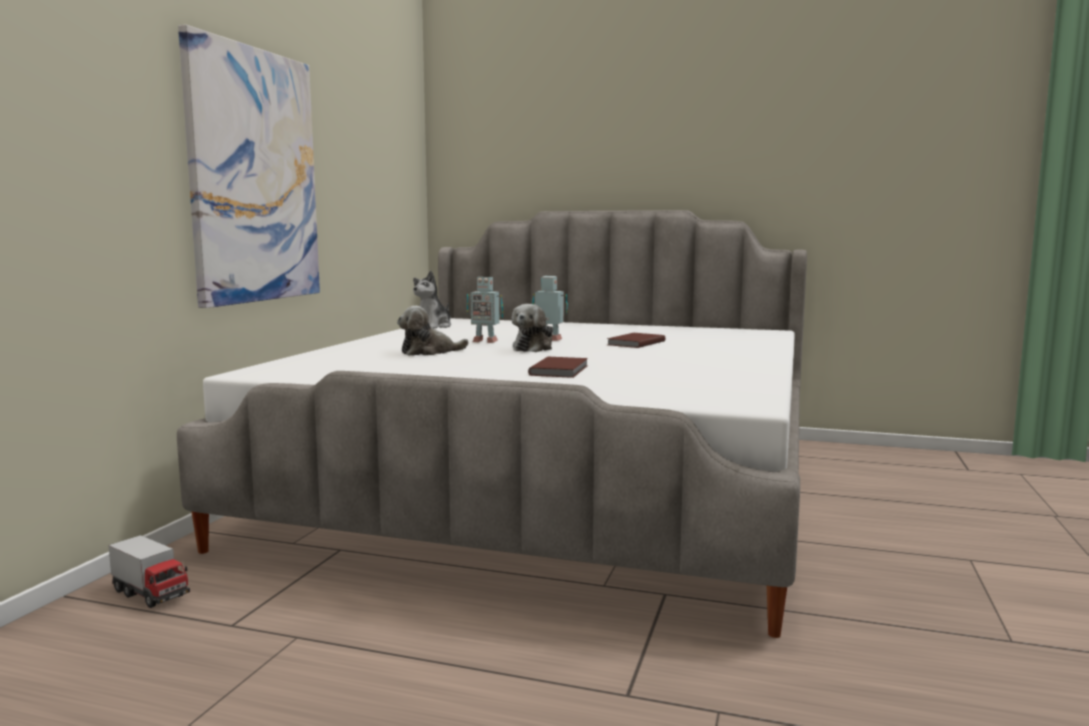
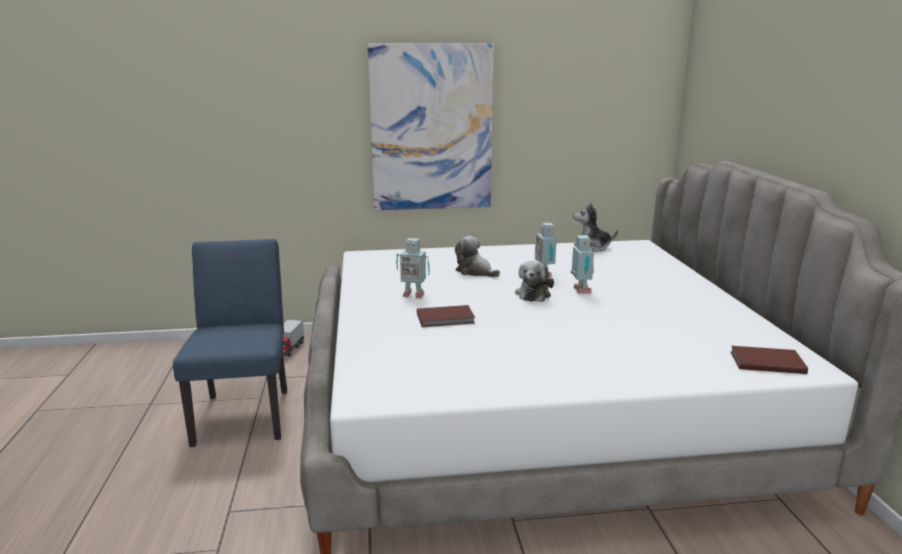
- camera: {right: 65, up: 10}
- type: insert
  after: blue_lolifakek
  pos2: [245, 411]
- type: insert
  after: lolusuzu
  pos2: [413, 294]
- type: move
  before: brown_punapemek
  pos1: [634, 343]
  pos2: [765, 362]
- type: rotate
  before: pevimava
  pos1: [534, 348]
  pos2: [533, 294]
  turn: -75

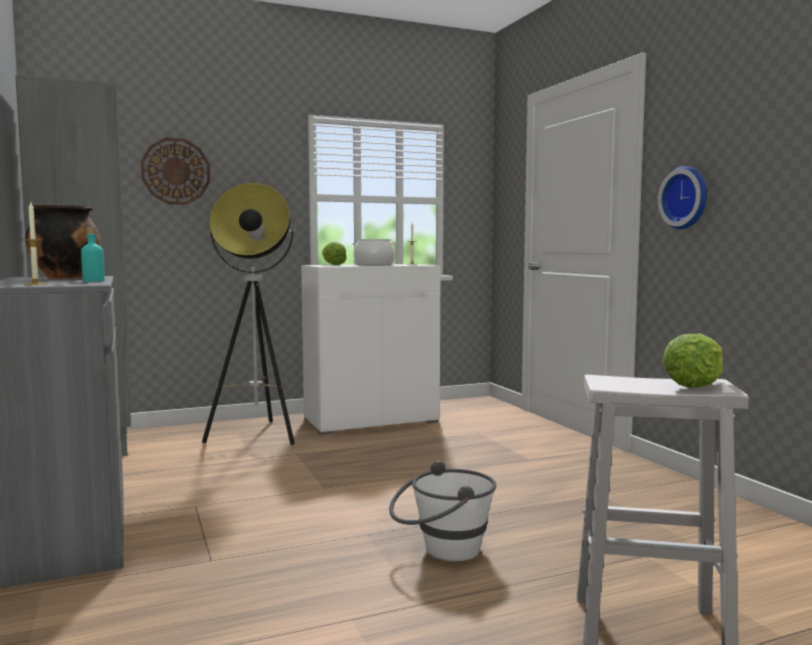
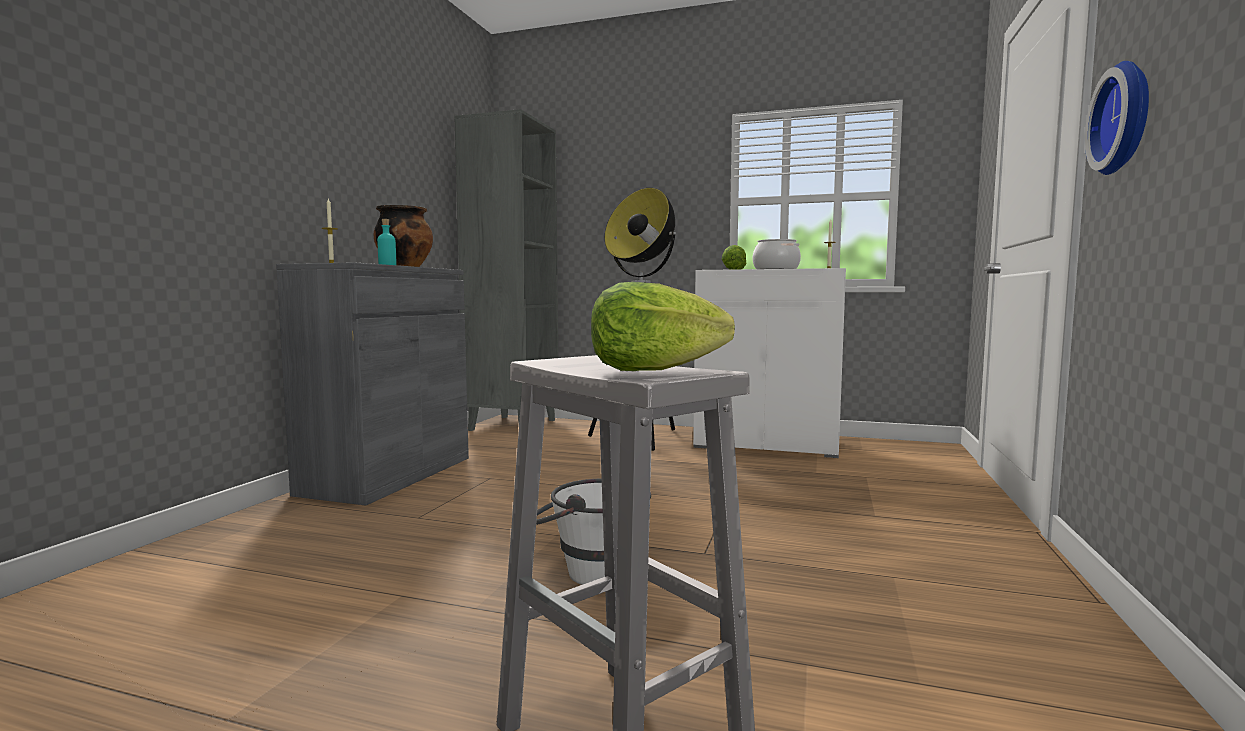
- camera: {right: 40, up: 0}
- type: delete
  before: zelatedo
  pos1: [176, 171]

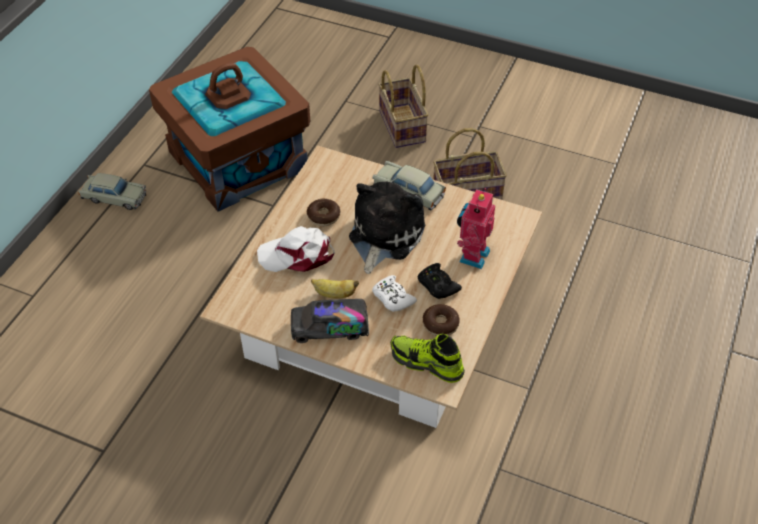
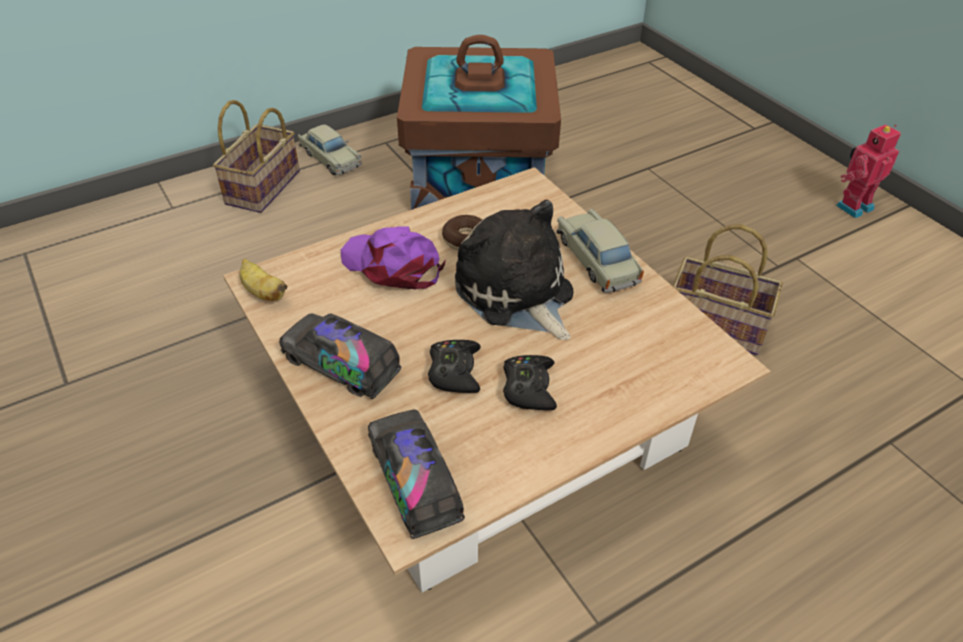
- camera: {right: 35, up: -5}
- type: delete
  before: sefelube
  pos1: [440, 324]
- type: move
  before: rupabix
  pos1: [334, 294]
  pos2: [263, 292]
- type: move
  before: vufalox
  pos1: [404, 127]
  pos2: [263, 189]
- type: move
  before: lolusuzu
  pos1: [472, 255]
  pos2: [852, 206]
- type: replace
  before: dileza
  after: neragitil
  pos1: [426, 363]
  pos2: [415, 481]
- type: recolor
  before: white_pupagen
  after: purple_pupagen
  pos1: [297, 255]
  pos2: [393, 265]
- type: recolor
  before: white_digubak
  after: black_digubak
  pos1: [392, 298]
  pos2: [455, 372]
- type: rotate
  before: pevimava
  pos1: [383, 235]
  pos2: [516, 294]
  turn: -90

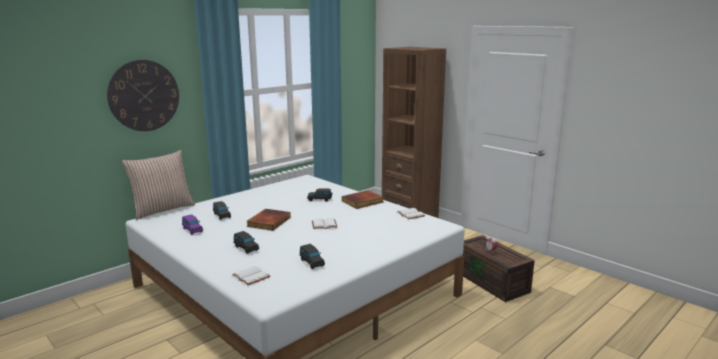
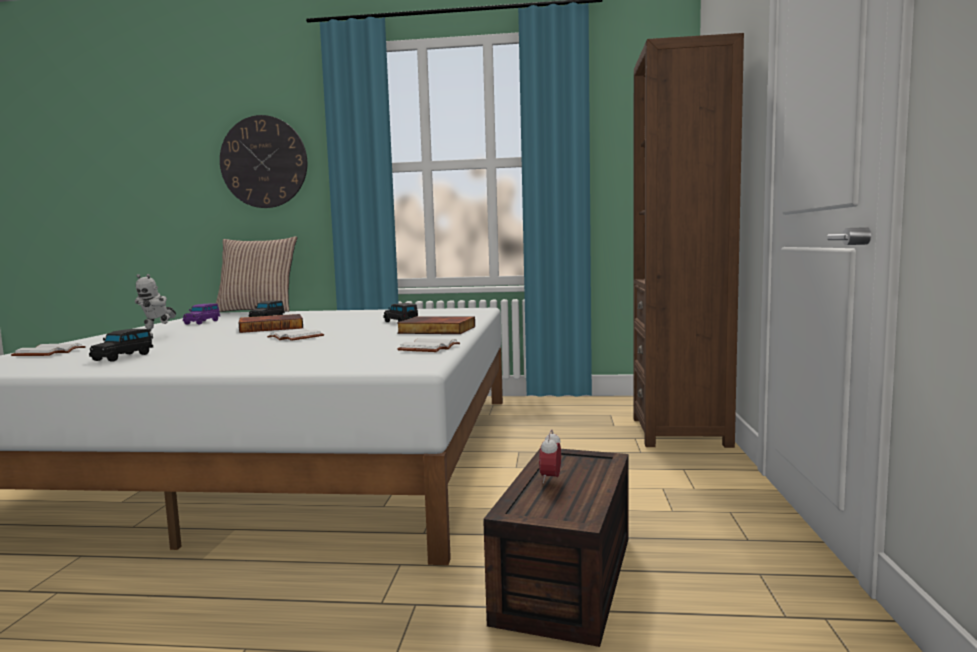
- camera: {right: 50, up: -10}
- type: replace
  before: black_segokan
  after: lolusuzu
  pos1: [246, 248]
  pos2: [158, 337]

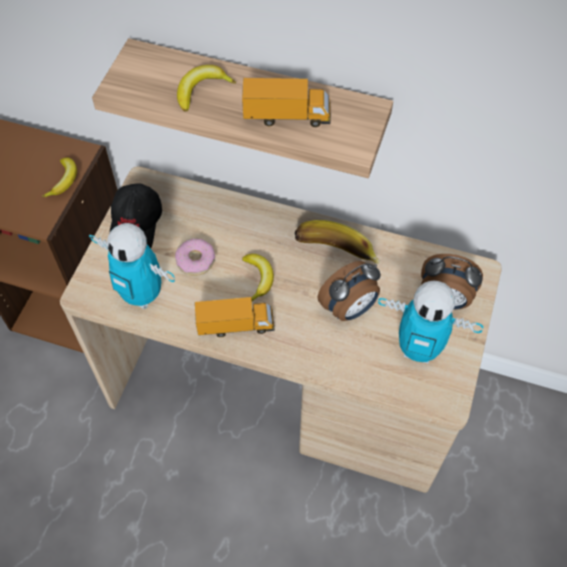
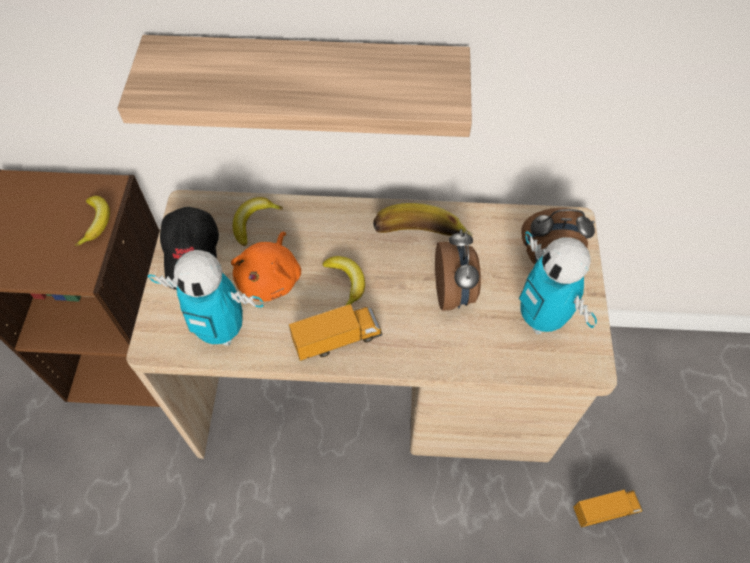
- camera: {right: -15, up: 0}
- type: move
  before: rupabix
  pos1: [201, 90]
  pos2: [253, 222]
- type: move
  before: neragitil
  pos1: [287, 117]
  pos2: [605, 511]
- type: replace
  before: sefelube
  after: orange_pevimava
  pos1: [195, 260]
  pos2: [271, 278]
- type: rotate
  before: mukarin
  pos1: [349, 309]
  pos2: [454, 292]
  turn: -45
- type: rotate
  before: lolusuzu
  pos1: [418, 349]
  pos2: [541, 318]
  turn: 60

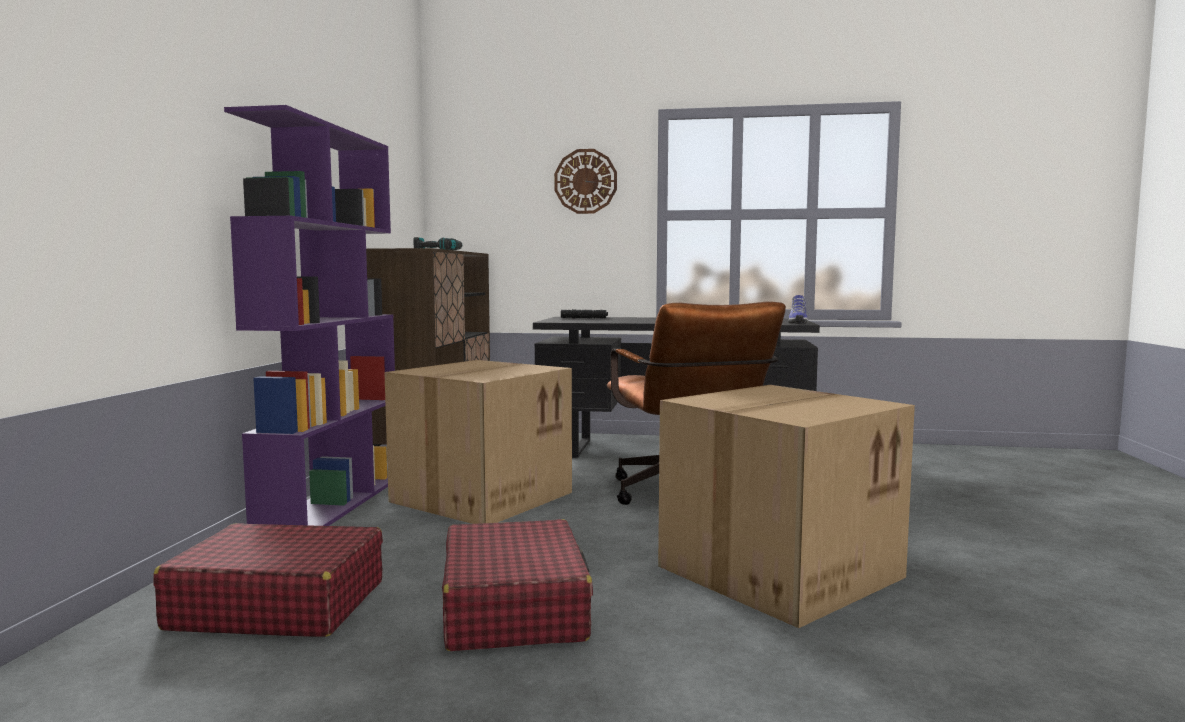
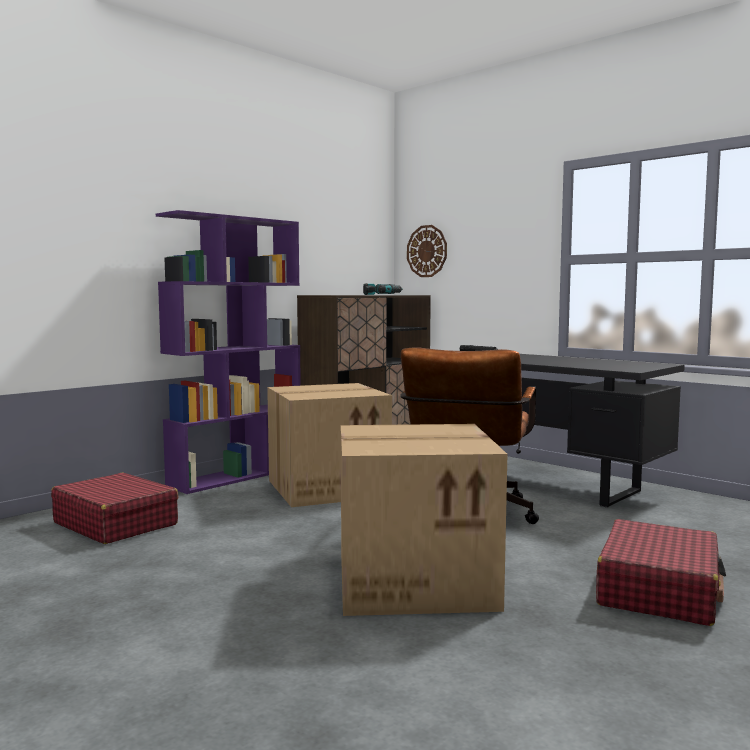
- camera: {right: 35, up: 0}
- type: delete
  before: dileza
  pos1: [797, 323]
- type: move
  before: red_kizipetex
  pos1: [514, 608]
  pos2: [659, 590]
- type: move
  before: zelatedo
  pos1: [585, 181]
  pos2: [427, 251]

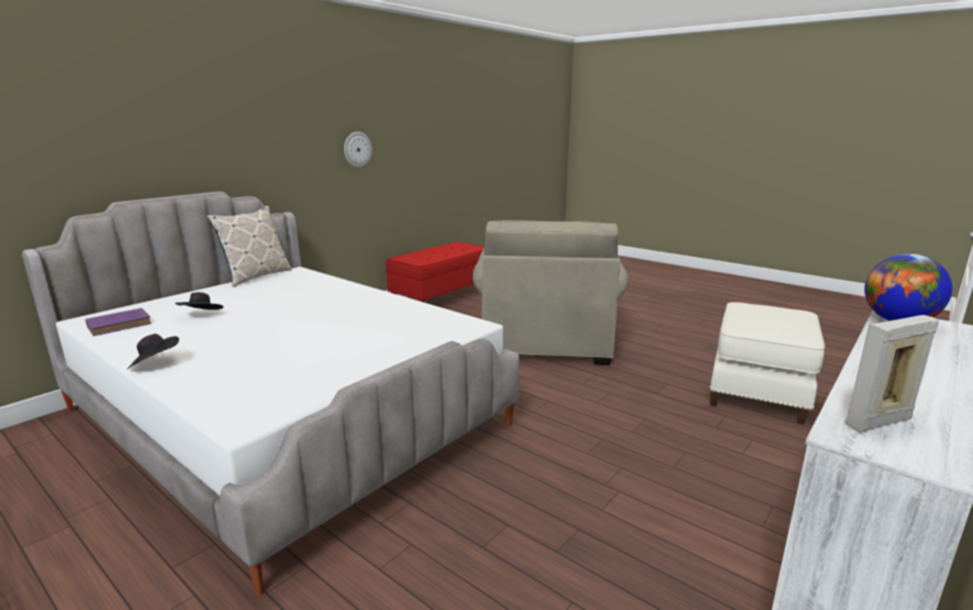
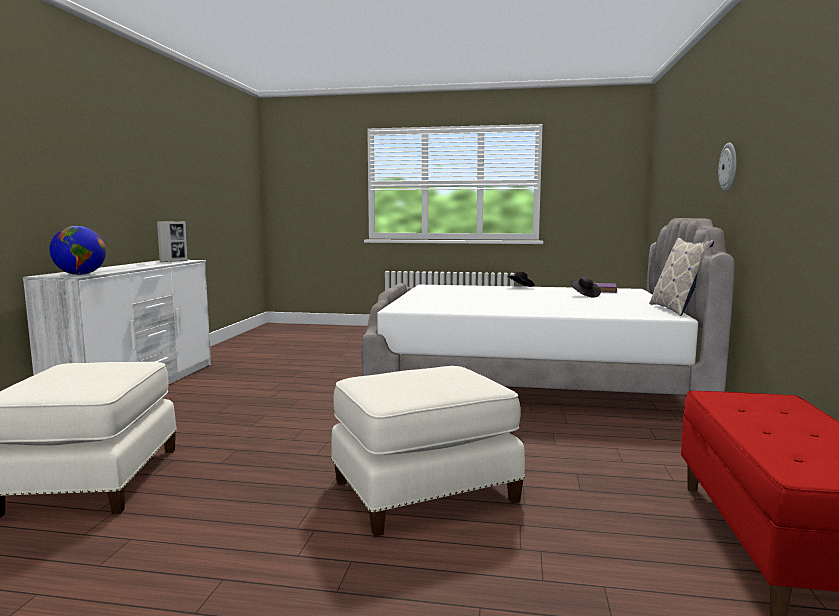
- camera: {right: 150, up: -10}
- type: move
  before: zelatedo
  pos1: [357, 149]
  pos2: [729, 167]
- type: replace
  before: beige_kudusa
  after: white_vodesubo
  pos1: [545, 340]
  pos2: [423, 490]

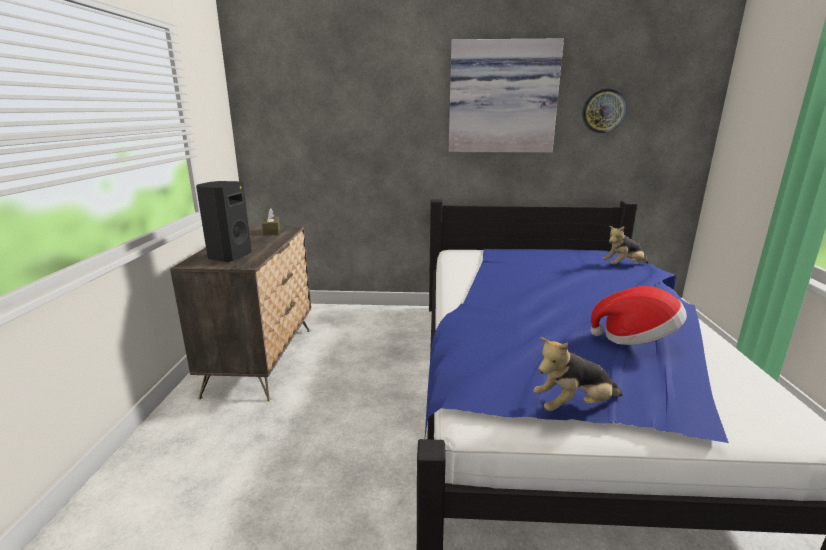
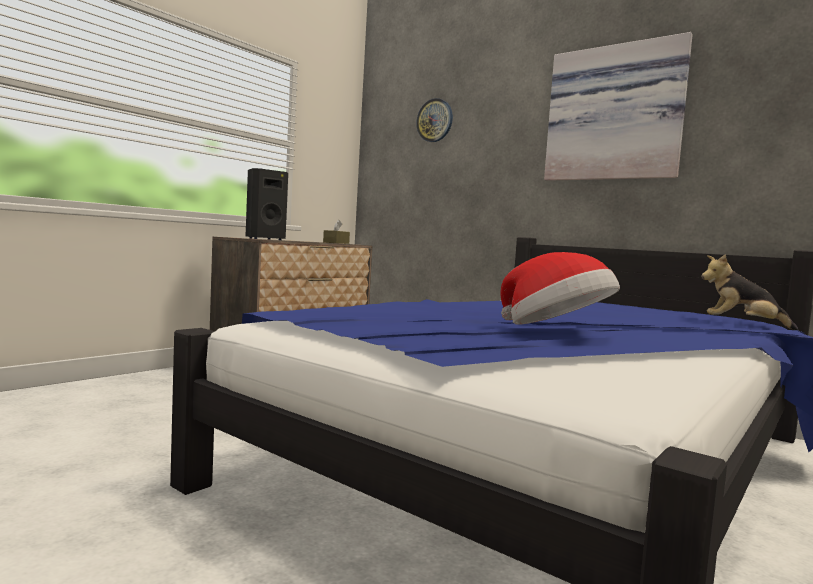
- camera: {right: 35, up: -15}
- type: delete
  before: pevimava
  pos1: [574, 406]
- type: move
  before: zelatedo
  pos1: [603, 111]
  pos2: [435, 120]

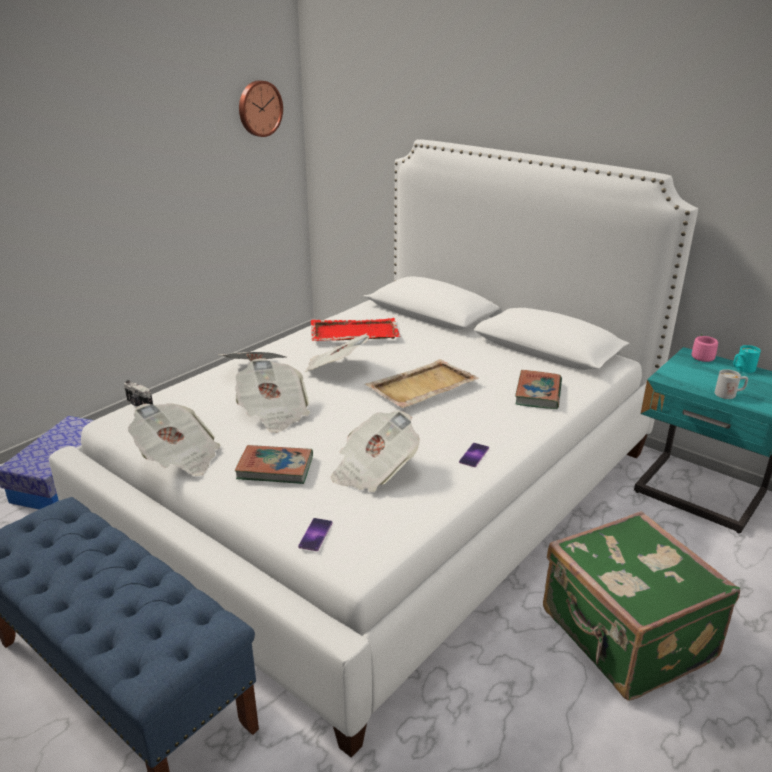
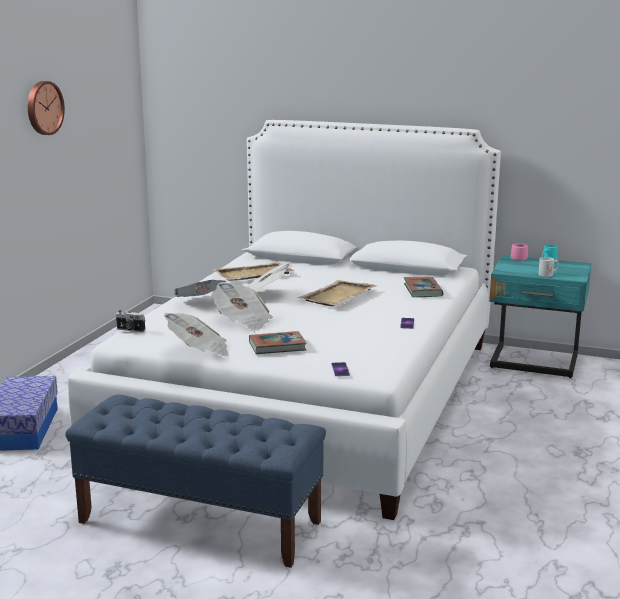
- camera: {right: -20, up: -10}
- type: delete
  before: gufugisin
  pos1: [373, 470]
- type: delete
  before: green_kizipetex
  pos1: [625, 637]
- type: move
  before: zelatedo
  pos1: [259, 108]
  pos2: [43, 108]
- type: recolor
  before: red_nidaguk
  after: beige_nidaguk
  pos1: [353, 333]
  pos2: [252, 274]

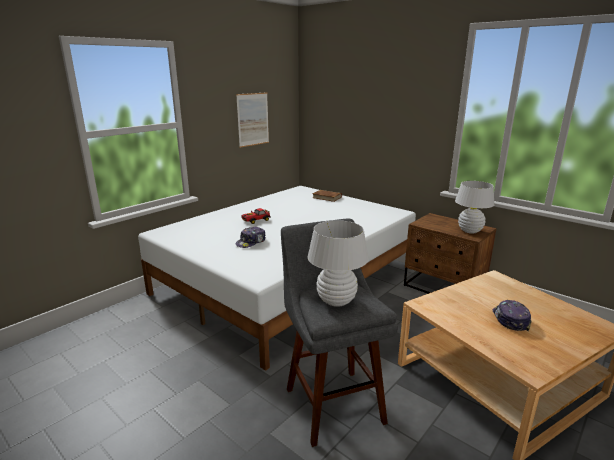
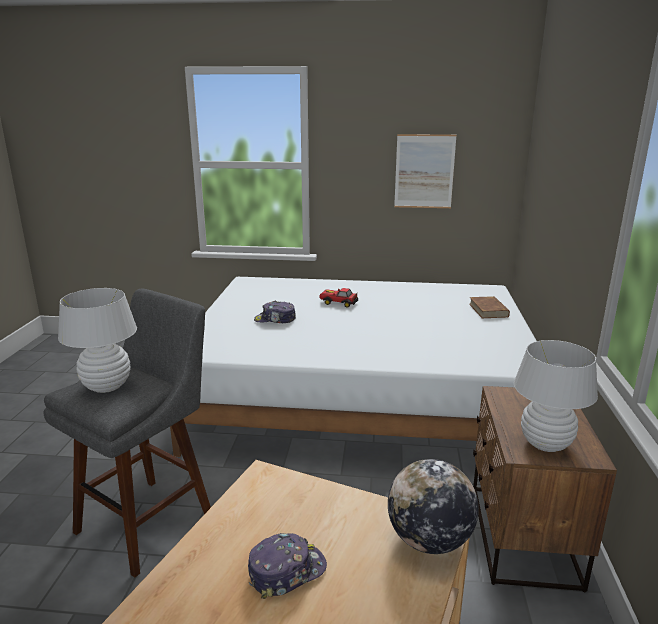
- camera: {right: 55, up: 0}
- type: insert
  after: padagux
  pos2: [429, 540]

